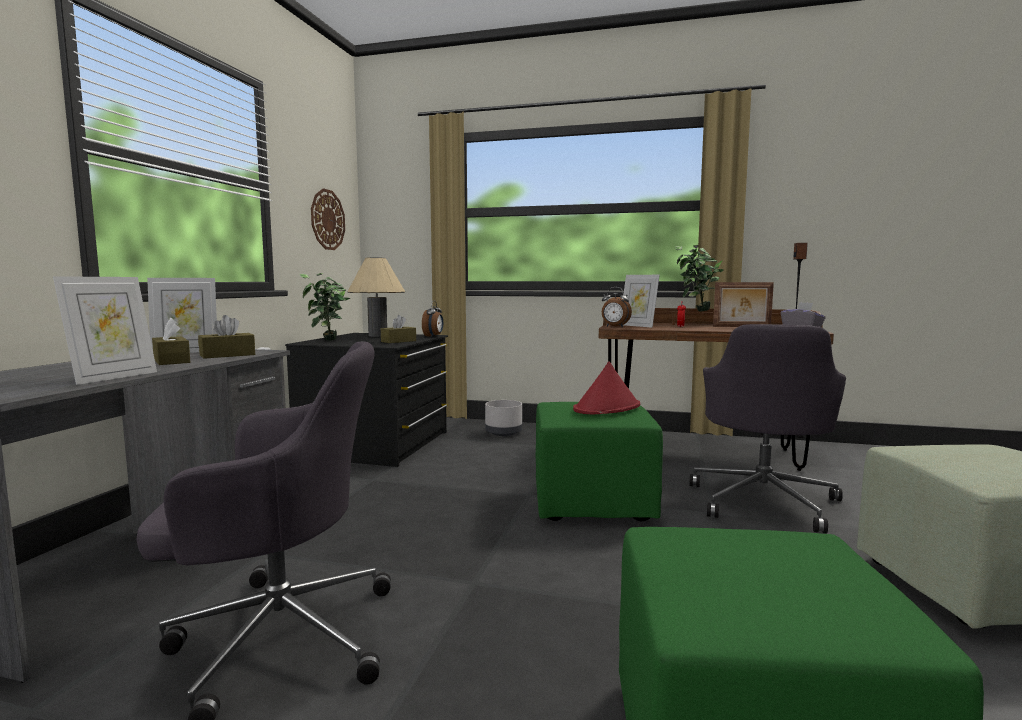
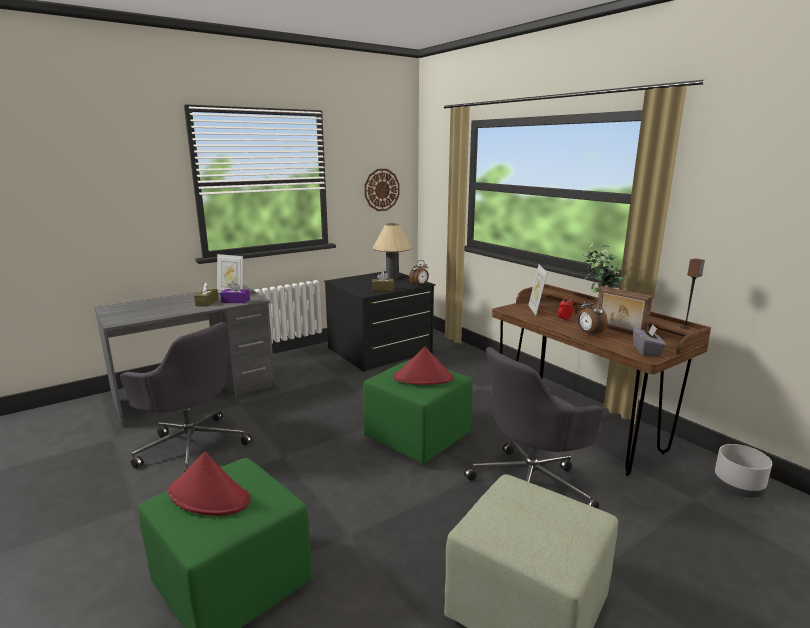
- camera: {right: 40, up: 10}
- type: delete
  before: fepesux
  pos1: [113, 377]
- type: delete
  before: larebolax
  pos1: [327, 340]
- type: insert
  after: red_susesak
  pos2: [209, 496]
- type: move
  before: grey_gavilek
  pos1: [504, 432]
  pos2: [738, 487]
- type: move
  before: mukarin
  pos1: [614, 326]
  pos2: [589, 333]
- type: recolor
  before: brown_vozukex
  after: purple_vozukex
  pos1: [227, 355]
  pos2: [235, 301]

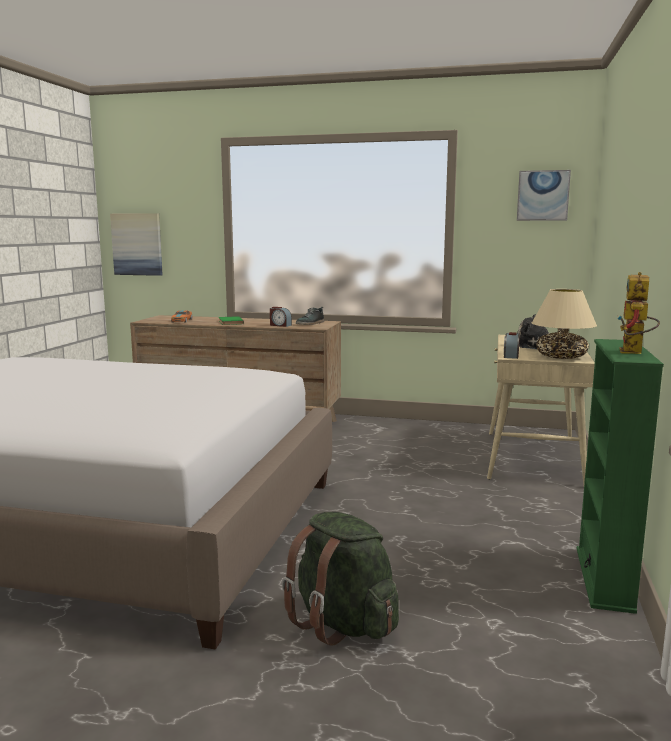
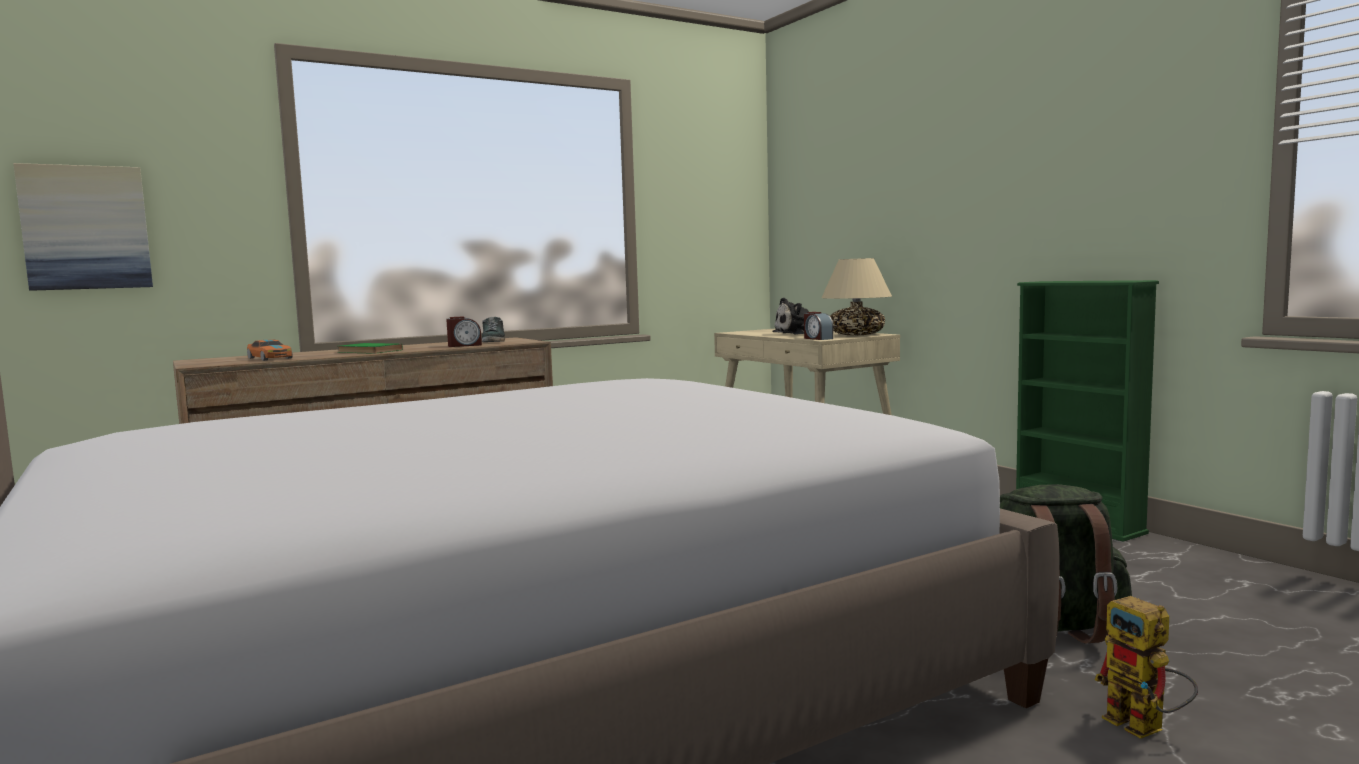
- camera: {right: -45, up: -5}
- type: delete
  before: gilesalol
  pos1: [543, 195]
- type: move
  before: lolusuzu
  pos1: [634, 353]
  pos2: [1146, 728]

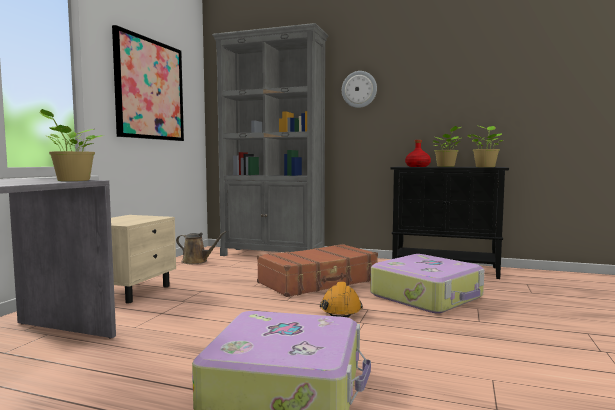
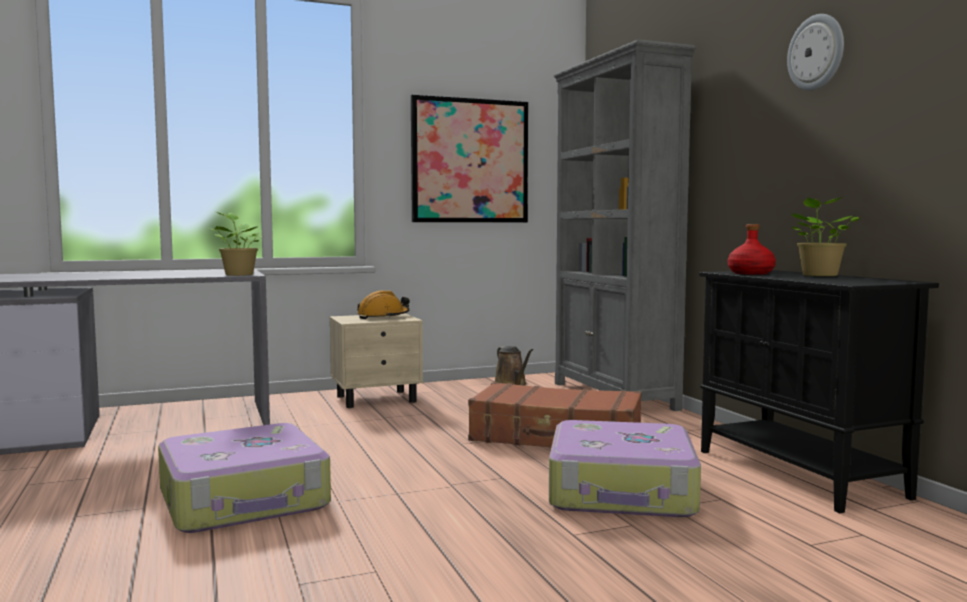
- camera: {right: 50, up: 0}
- type: delete
  before: larebolax
  pos1: [485, 167]
- type: move
  before: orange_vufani
  pos1: [341, 309]
  pos2: [383, 316]
- type: move
  before: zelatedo
  pos1: [359, 89]
  pos2: [816, 52]

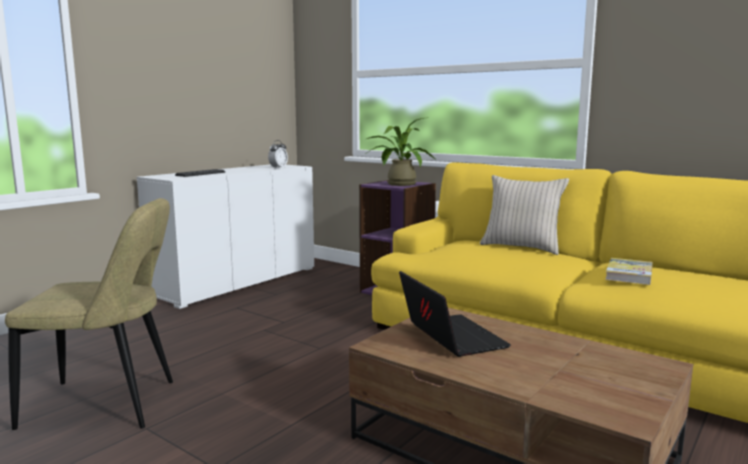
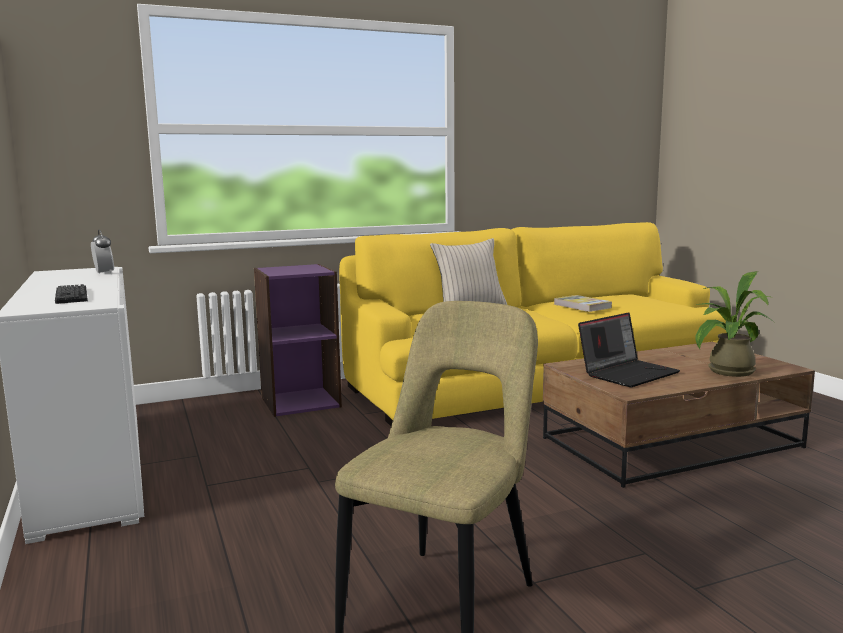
- camera: {right: -60, up: 0}
- type: move
  before: larebolax
  pos1: [398, 184]
  pos2: [726, 372]
- type: rotate
  before: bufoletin
  pos1: [450, 337]
  pos2: [628, 373]
  turn: 135

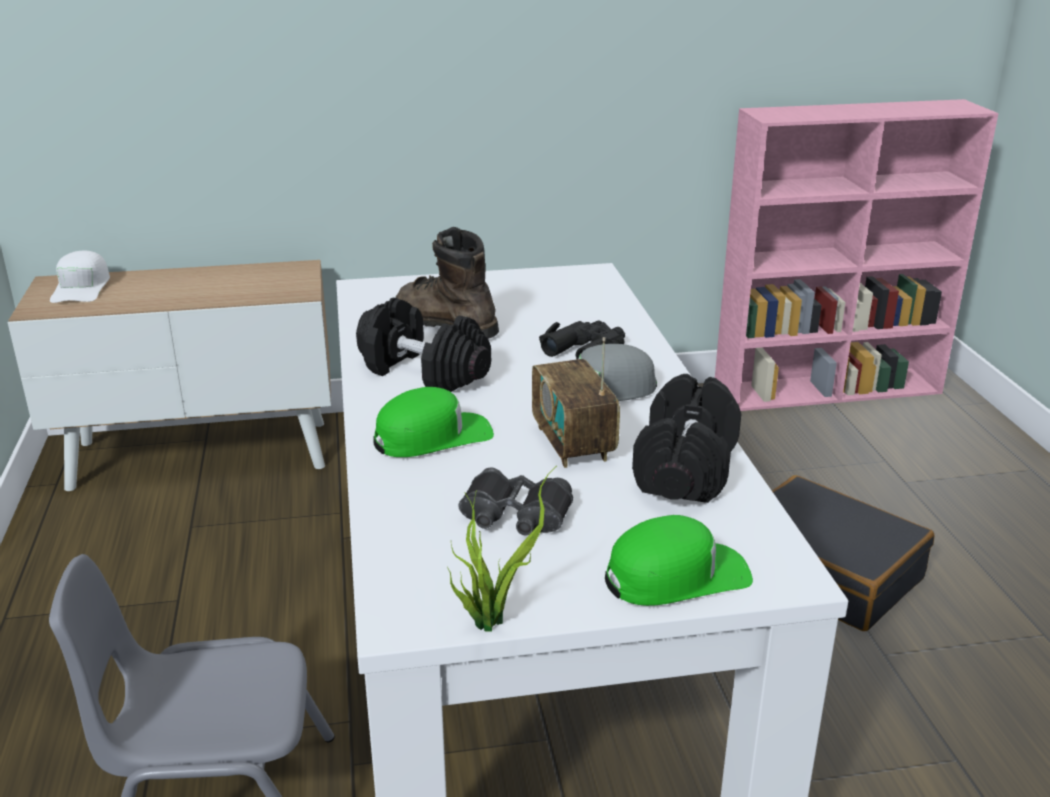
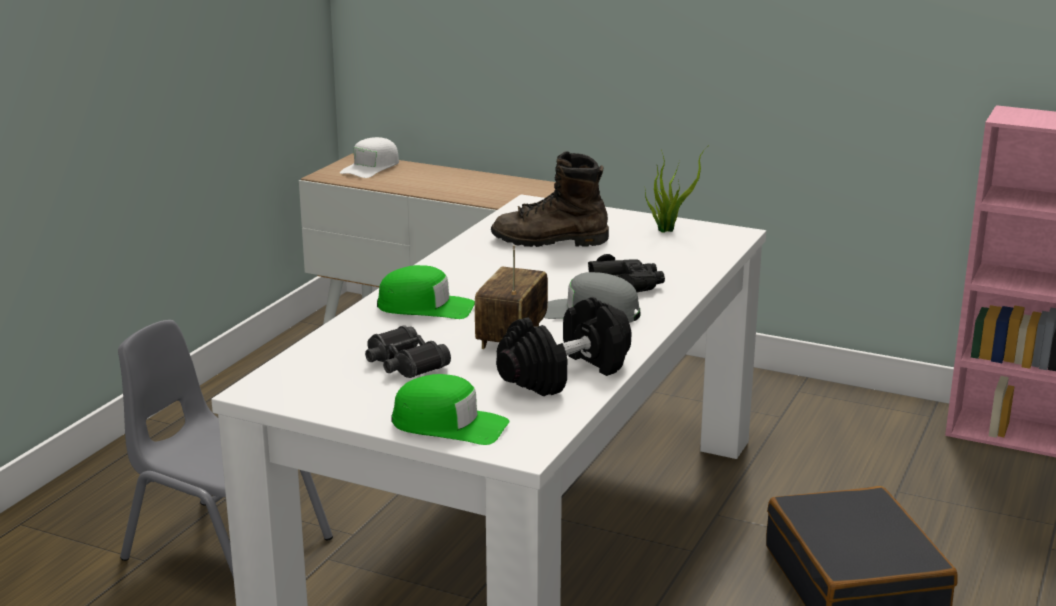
- camera: {right: 35, up: -5}
- type: delete
  before: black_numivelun
  pos1: [423, 372]
- type: move
  before: larebolax
  pos1: [490, 619]
  pos2: [668, 229]
- type: rotate
  before: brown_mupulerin
  pos1: [443, 323]
  pos2: [550, 241]
  turn: -75

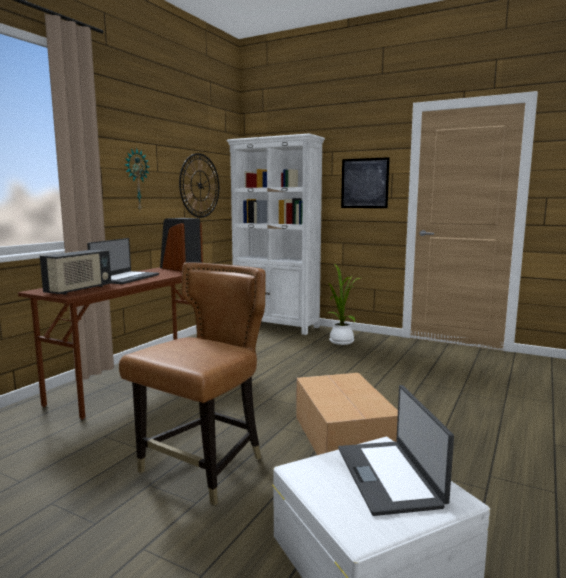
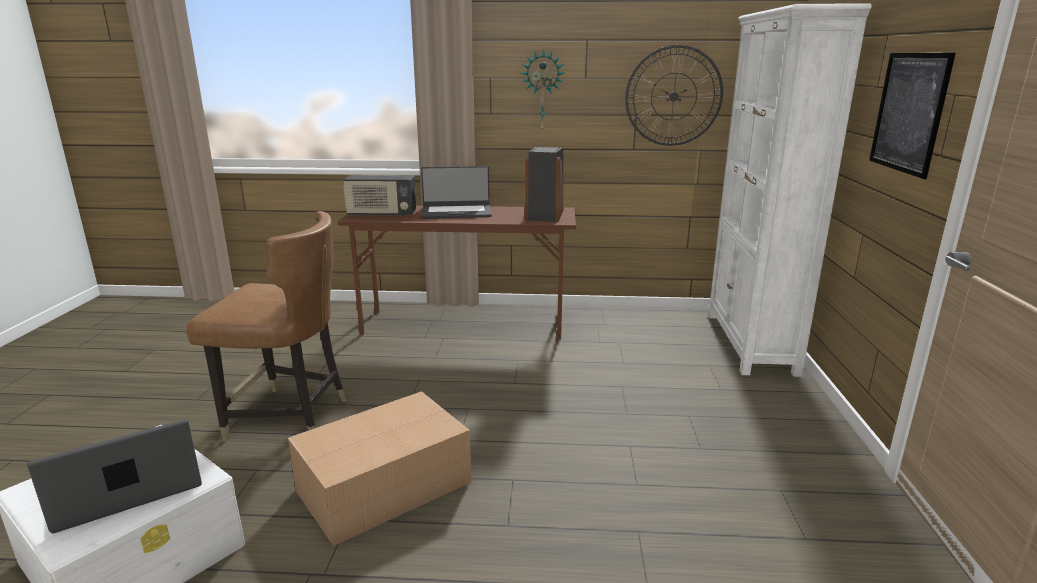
- camera: {right: 65, up: 10}
- type: delete
  before: larebolax
  pos1: [341, 341]

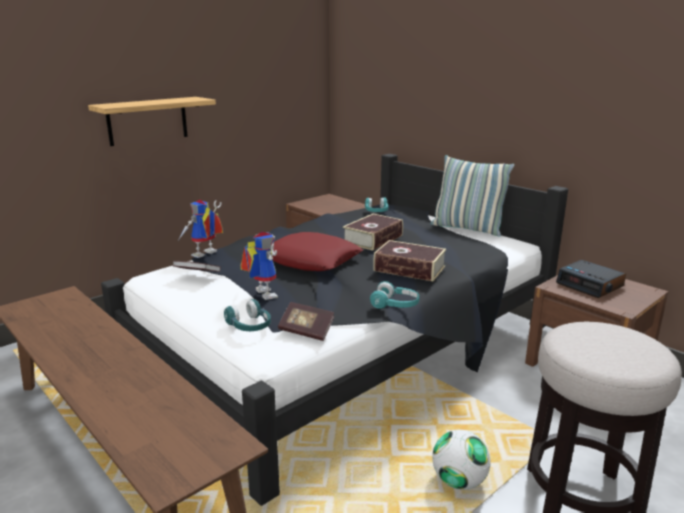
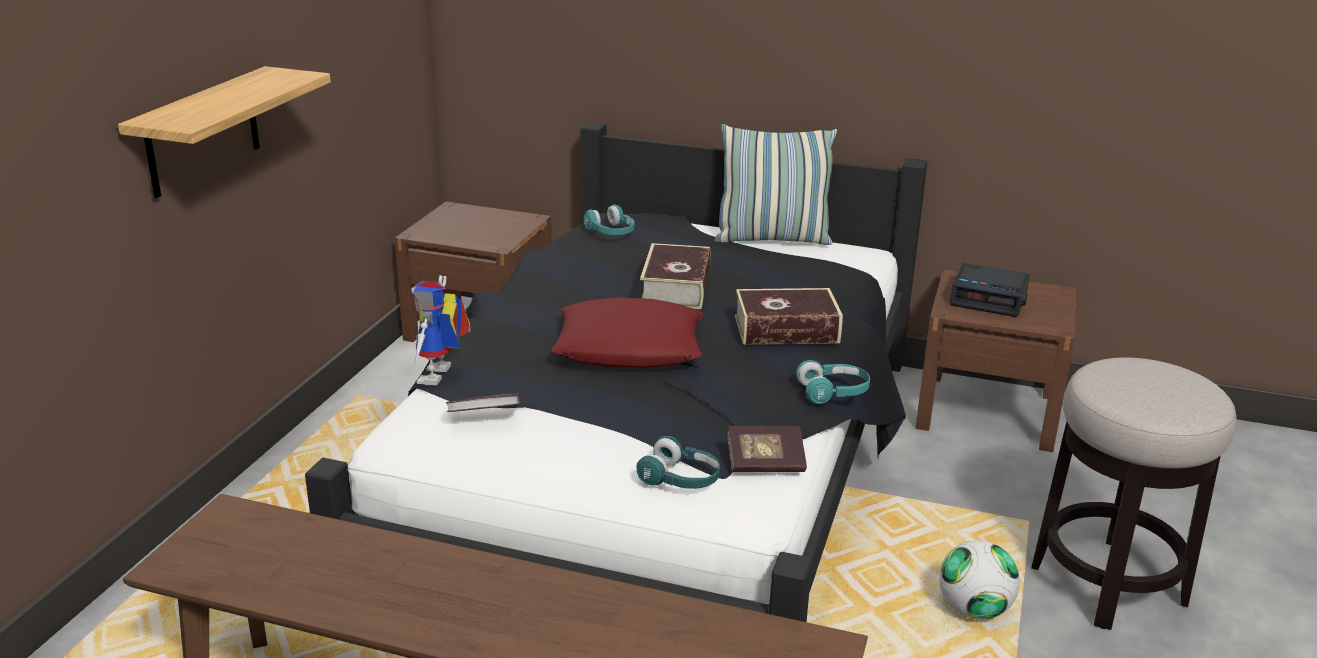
- camera: {right: -30, up: 5}
- type: delete
  before: lolusuzu
  pos1: [261, 294]

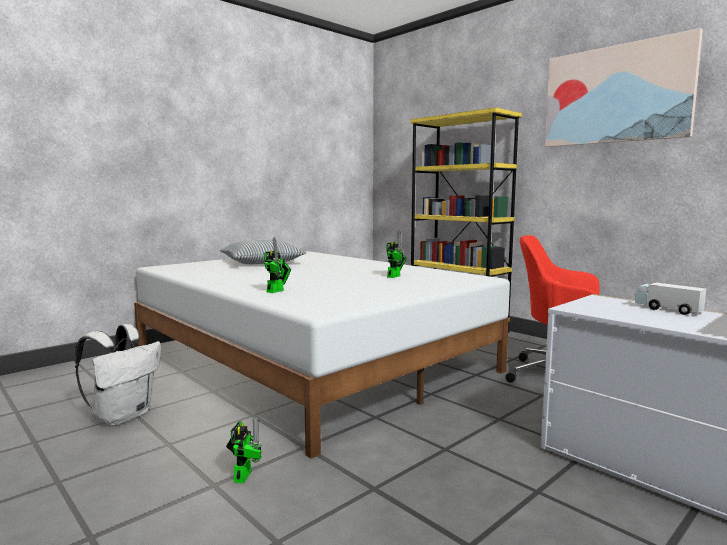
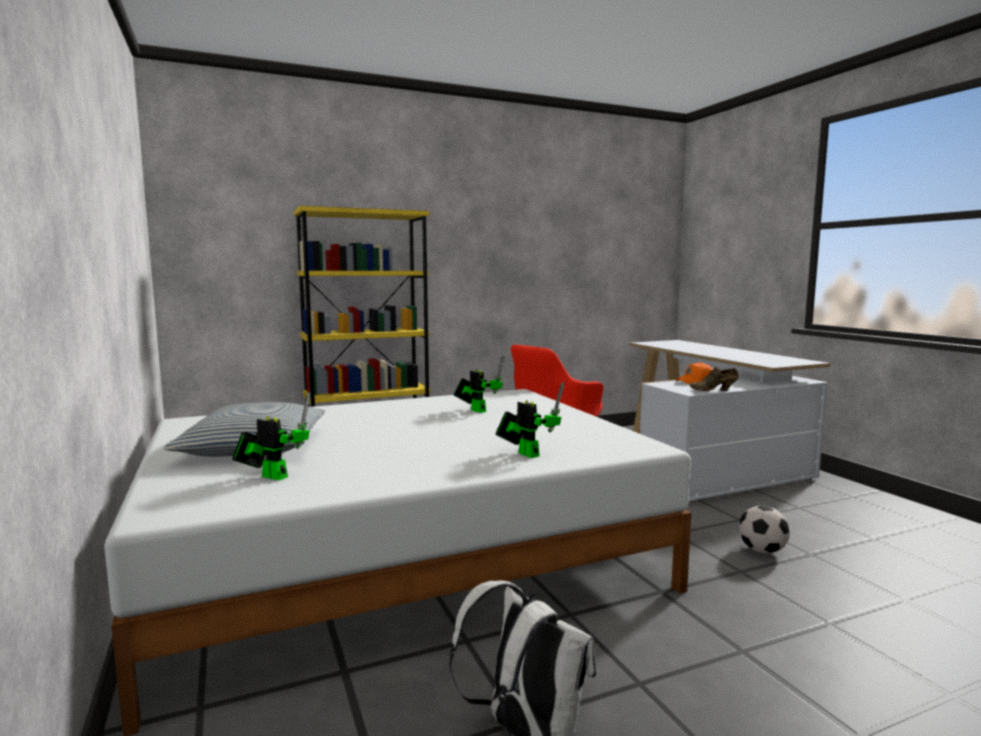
- camera: {right: -70, up: 0}
- type: delete
  before: gilesalol
  pos1: [616, 95]
- type: insert
  after: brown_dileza
  pos2: [715, 390]
- type: insert
  after: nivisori
  pos2: [762, 551]
- type: move
  before: lolusuzu
  pos1: [244, 474]
  pos2: [271, 476]
- type: replace
  before: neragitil
  after: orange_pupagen
  pos1: [667, 309]
  pos2: [697, 381]

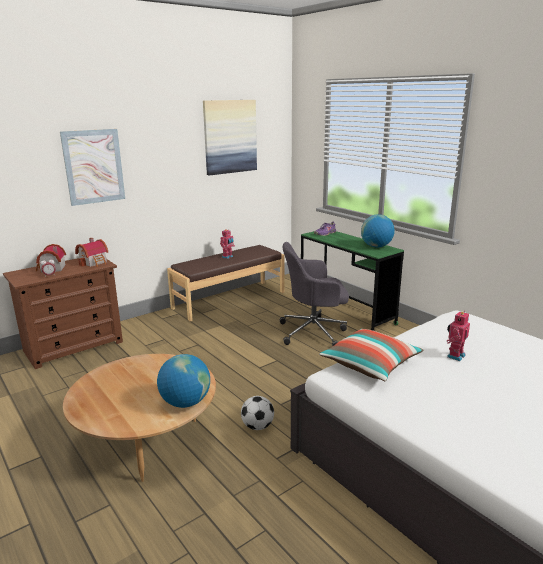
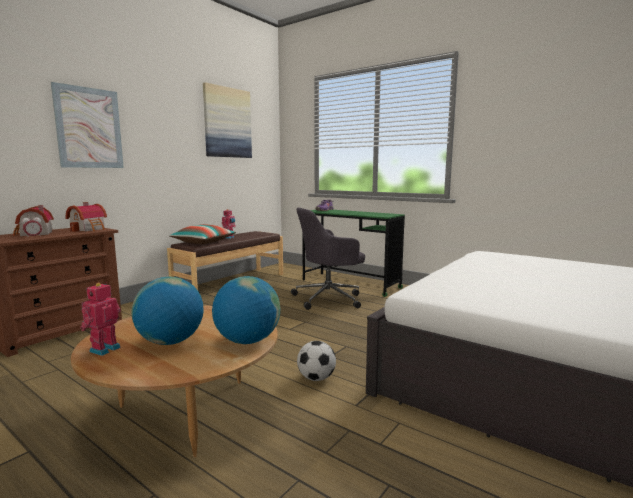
- camera: {right: -15, up: -10}
- type: move
  before: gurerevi
  pos1: [370, 364]
  pos2: [203, 242]
- type: move
  before: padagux
  pos1: [376, 246]
  pos2: [170, 342]
- type: move
  before: lolusuzu
  pos1: [454, 355]
  pos2: [103, 349]

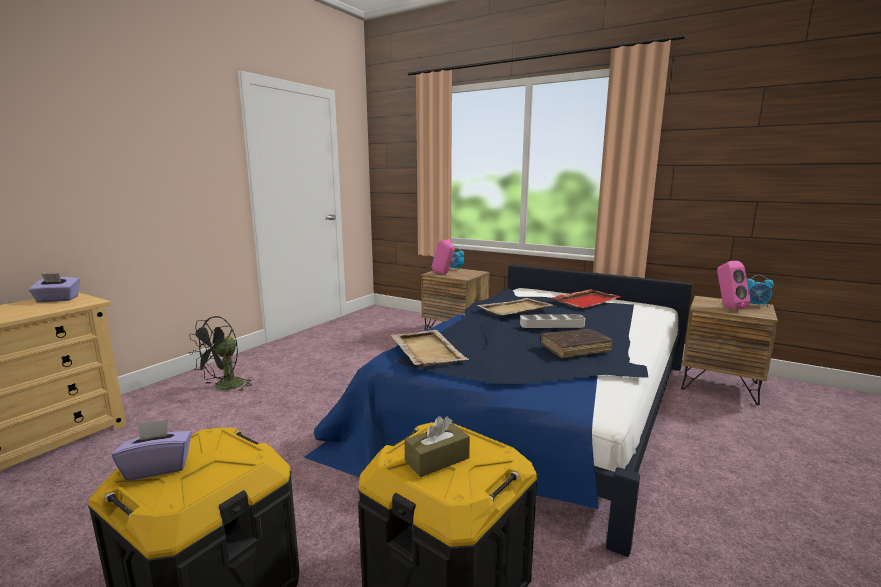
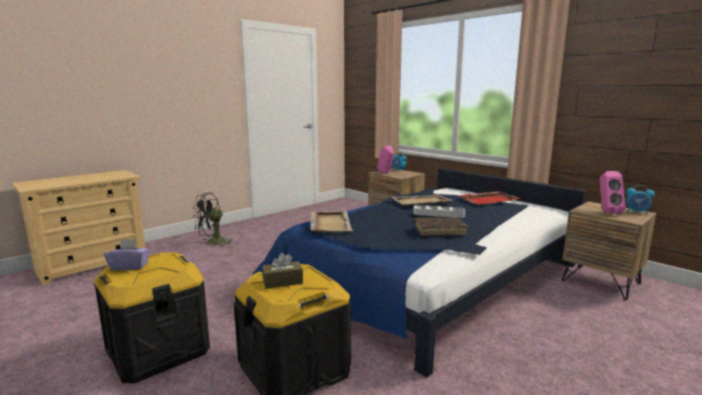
- camera: {right: 15, up: 0}
- type: delete
  before: purple_vozukex
  pos1: [57, 299]

